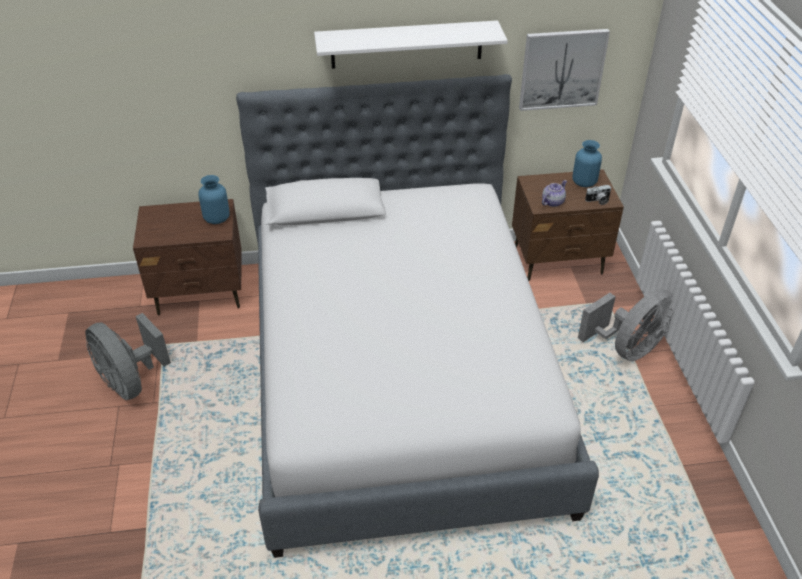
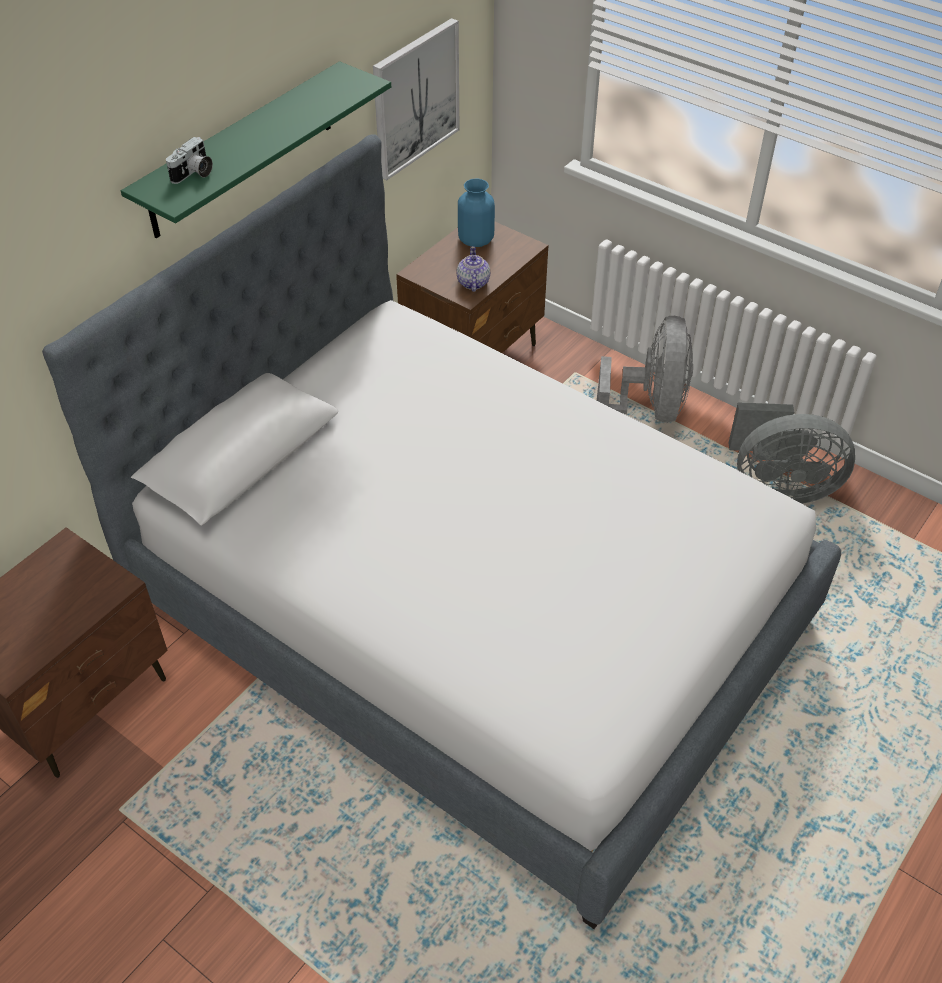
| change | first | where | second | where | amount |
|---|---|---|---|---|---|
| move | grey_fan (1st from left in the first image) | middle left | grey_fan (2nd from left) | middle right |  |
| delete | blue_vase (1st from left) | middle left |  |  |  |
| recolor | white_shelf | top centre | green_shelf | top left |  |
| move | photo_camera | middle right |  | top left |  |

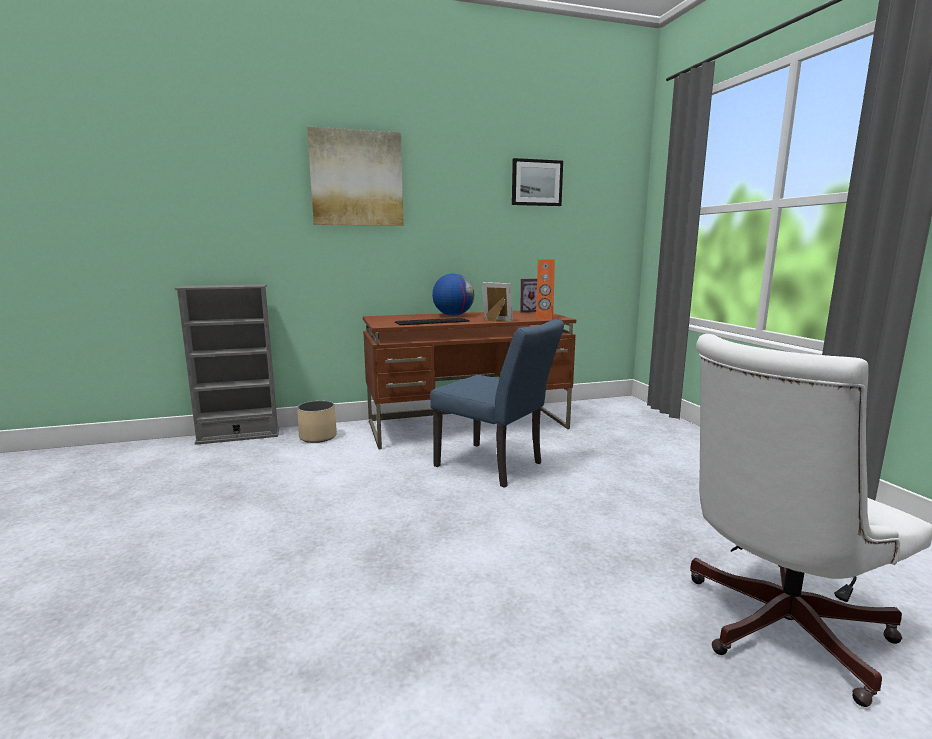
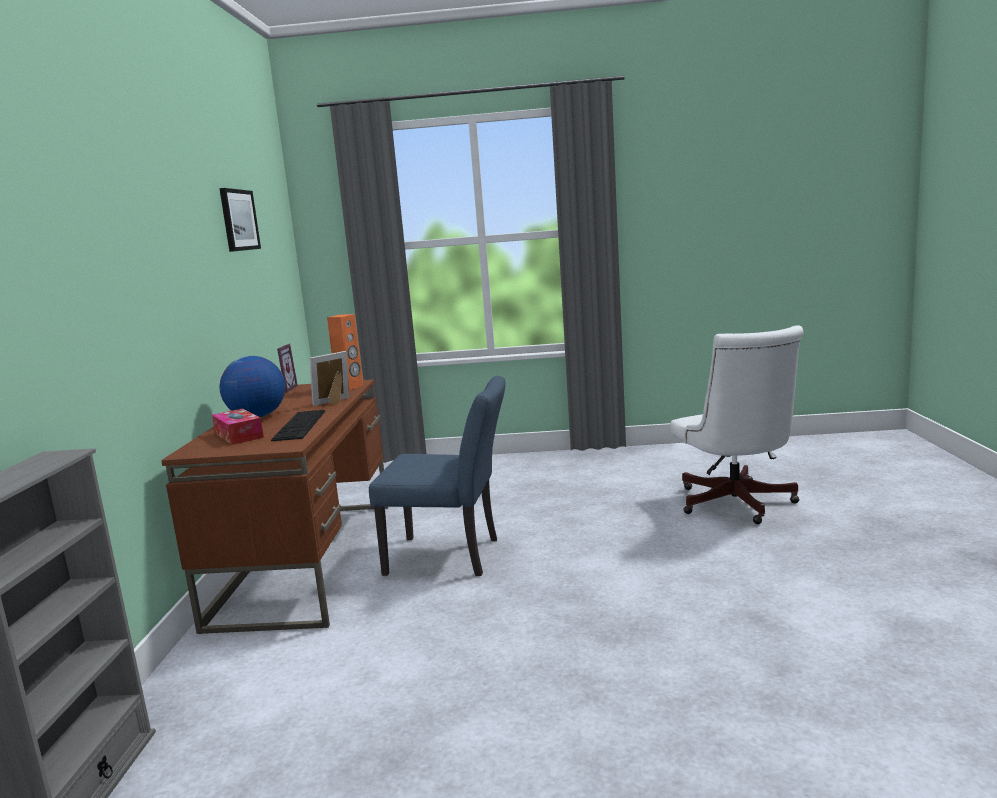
| change | first | where | second | where | amount |
|---|---|---|---|---|---|
| delete | beige_planter | centre |  |  |  |
| delete | picture (1st from left) | top centre |  |  |  |
| rotate | blue_chair | centre |  | centre | 45 degrees clockwise |
| insert |  |  | tissue_box | middle left |  |

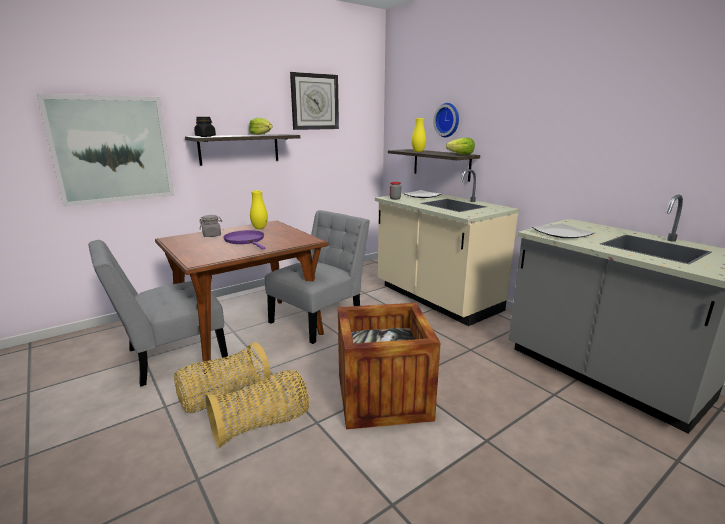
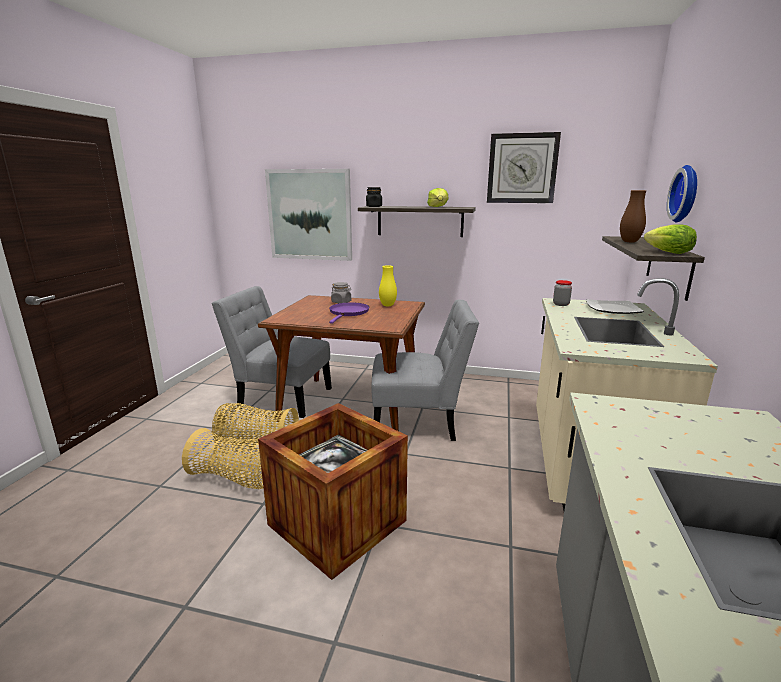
| change | first | where | second | where | amount |
|---|---|---|---|---|---|
| recolor | yellow_vase (2nd from left) | top centre | brown_vase | top right |  |
| delete | plate (2nd from left) | middle right |  |  |  |

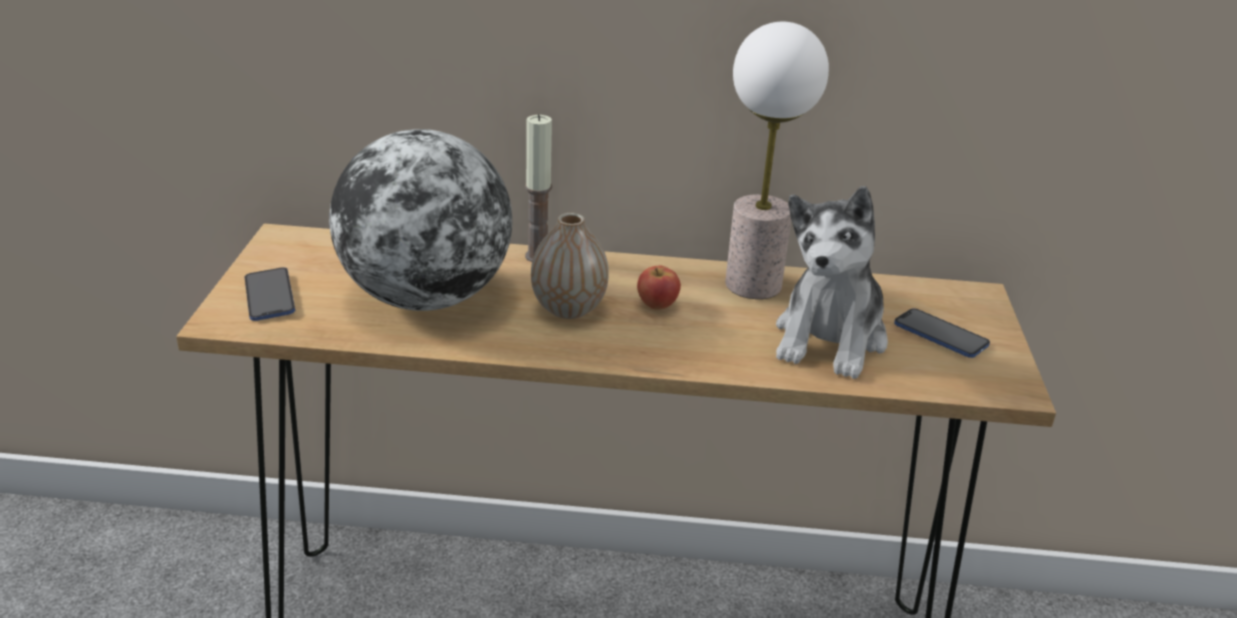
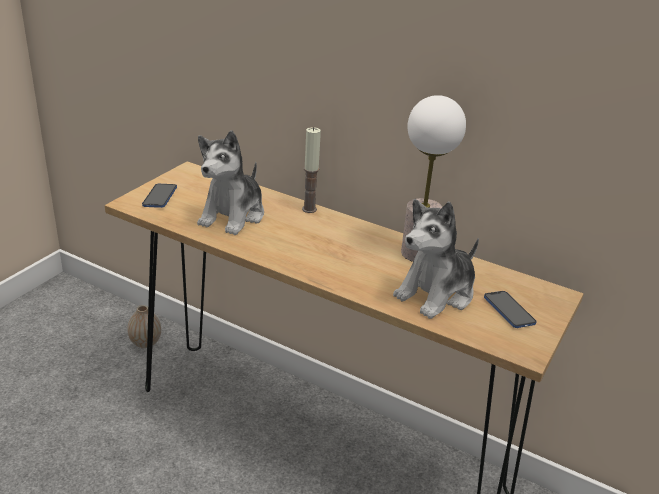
| change | first | where | second | where | amount |
|---|---|---|---|---|---|
| replace | globe | centre | plush_toy (1st from left) | centre |  |
| move | vase | centre |  | middle left |  |
| delete | apple | centre |  |  |  |

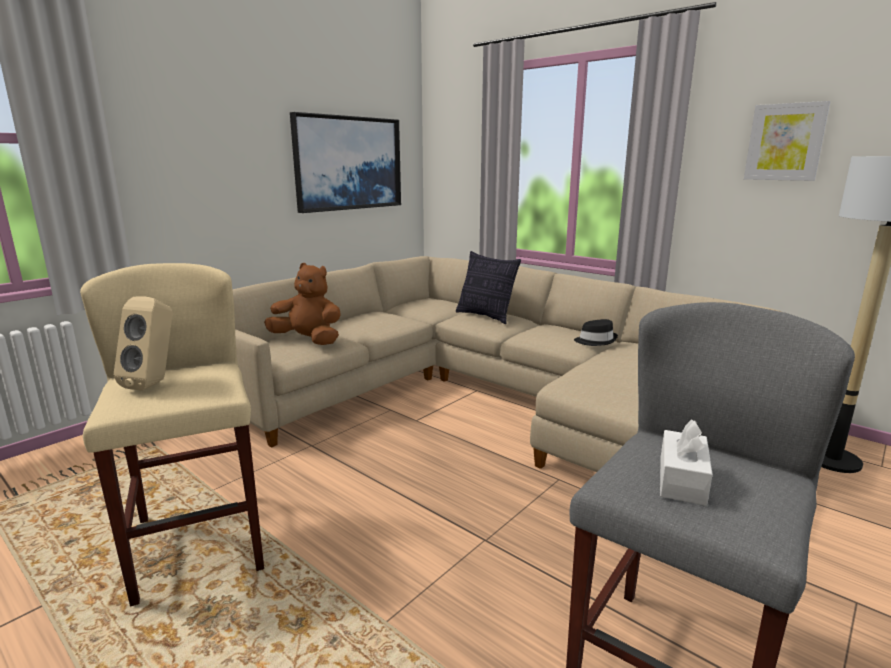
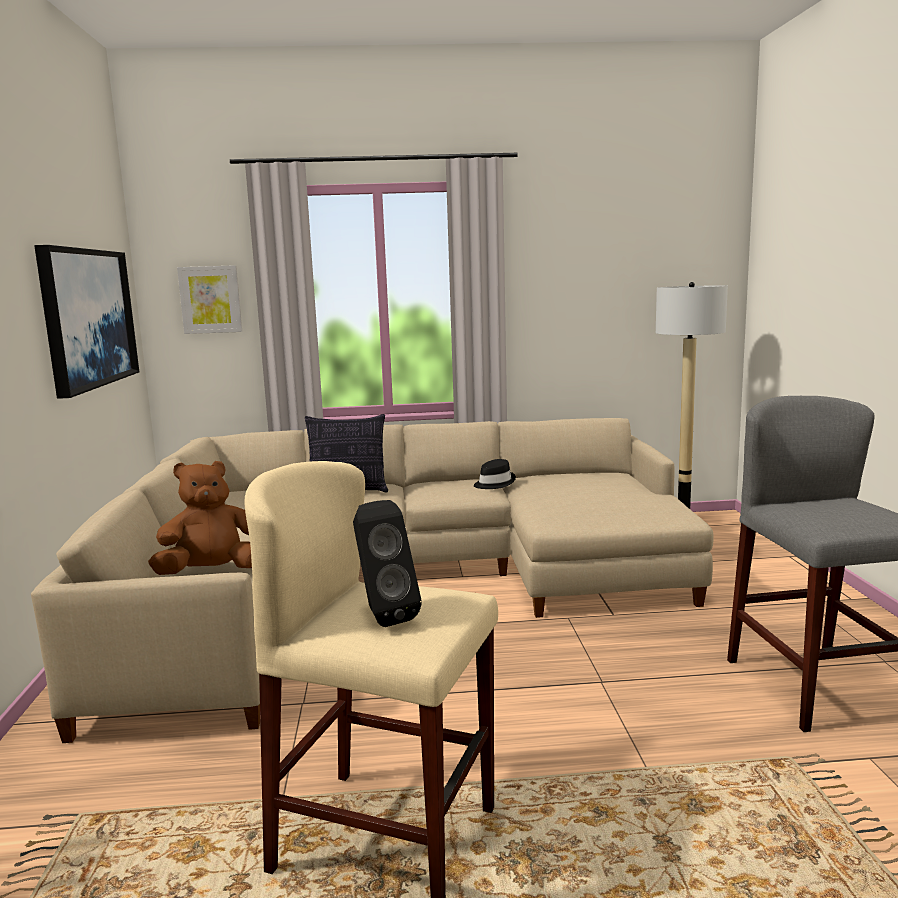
| change | first | where | second | where | amount |
|---|---|---|---|---|---|
| recolor | beige_speaker | middle left | black_speaker | centre |  |
| delete | white_tissue_box | bottom right |  |  |  |
| move | picture (2nd from left) | top right |  | top left |  |

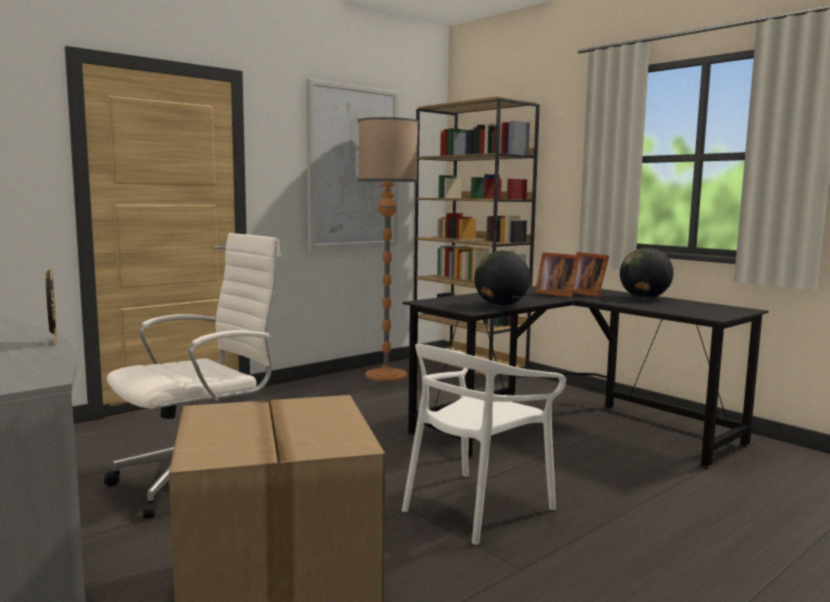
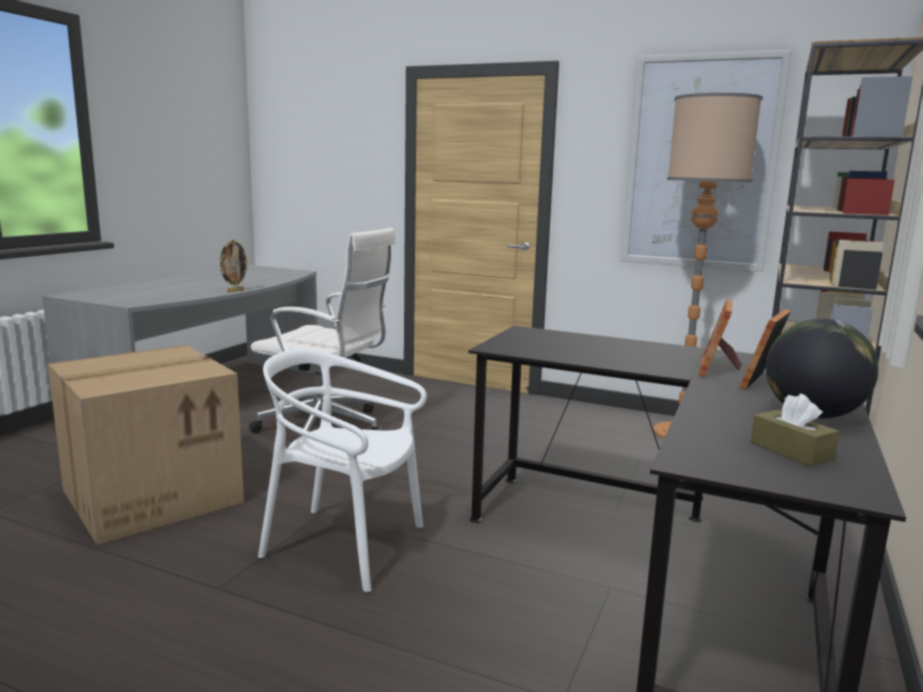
| change | first | where | second | where | amount |
|---|---|---|---|---|---|
| delete | globe (1st from left) | centre |  |  |  |
| insert |  |  | brown_tissue_box | middle right |  |

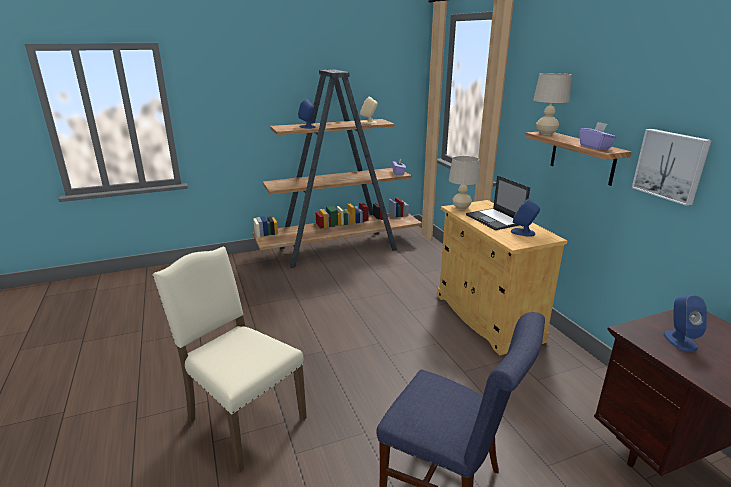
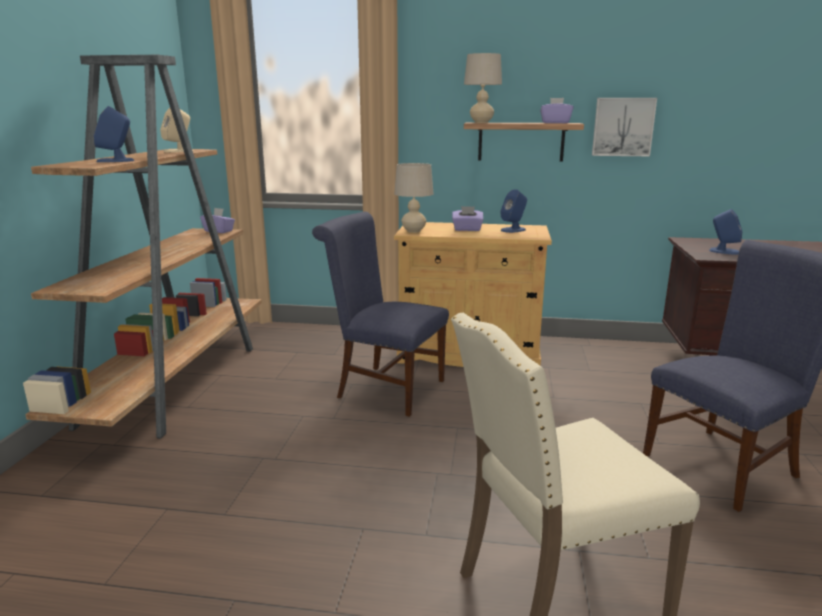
| change | first | where | second | where | amount |
|---|---|---|---|---|---|
| replace | laptop | middle right | purple_tissue_box (2nd from left) | centre |  |
| insert |  |  | blue_chair (1st from left) | centre |  |

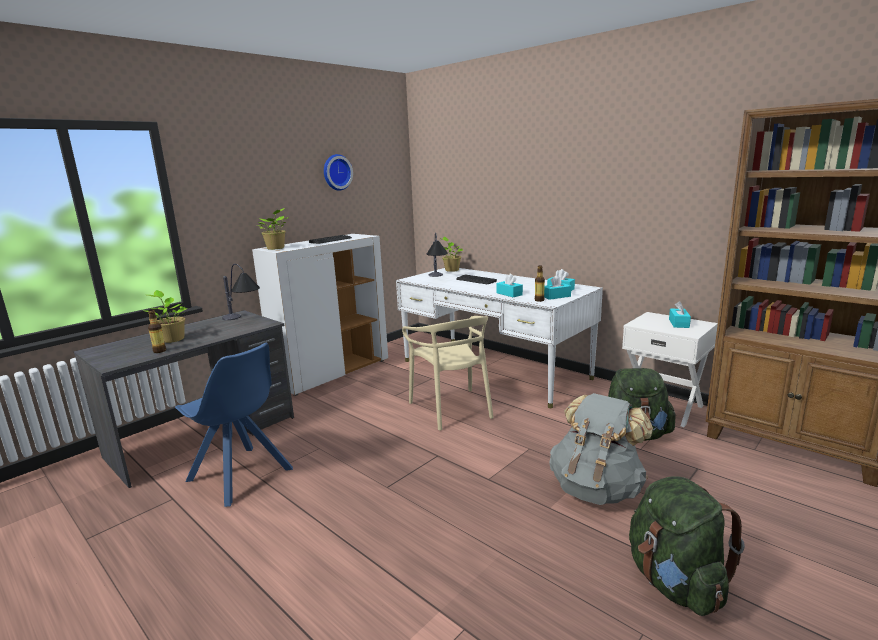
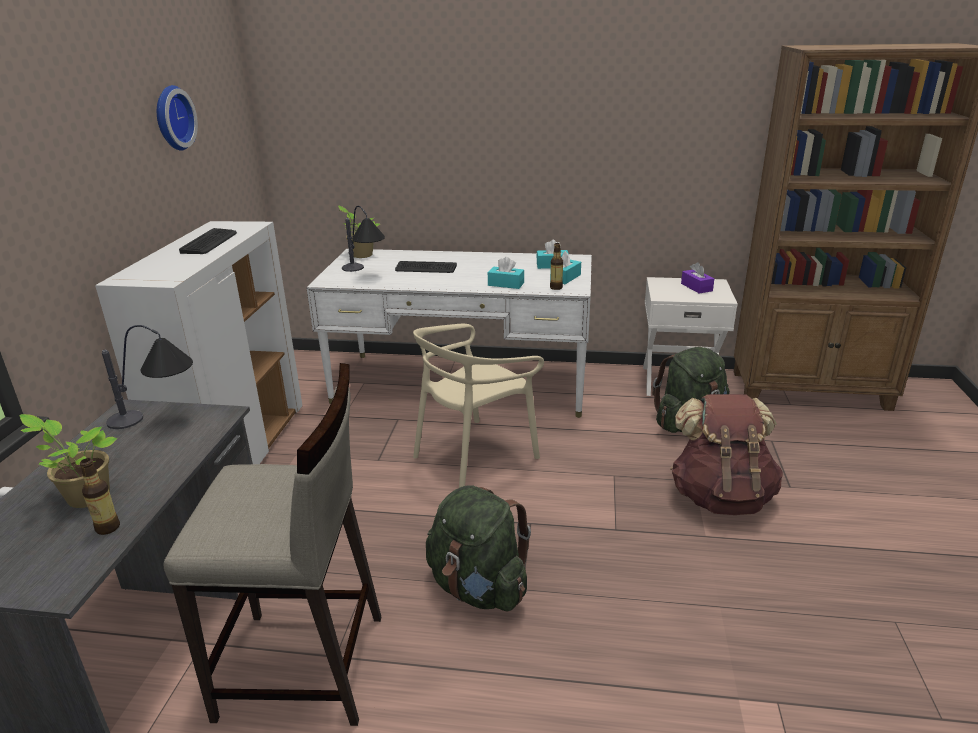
| change | first | where | second | where | amount |
|---|---|---|---|---|---|
| replace | blue_chair | middle left | beige_stool | bottom left |  |
| delete | potted_plant (2nd from left) | middle left |  |  |  |
| rotate | beige_chair | centre |  | centre | 105 degrees clockwise |
| recolor | grey_backpack | bottom right | brown_backpack | middle right |  |
| move | green_backpack (2nd from left in the first image) | bottom right | green_backpack (1st from left) | bottom centre |  |
| recolor | turquoise_tissue_box (4th from left) | middle right | purple_tissue_box | middle right |  |

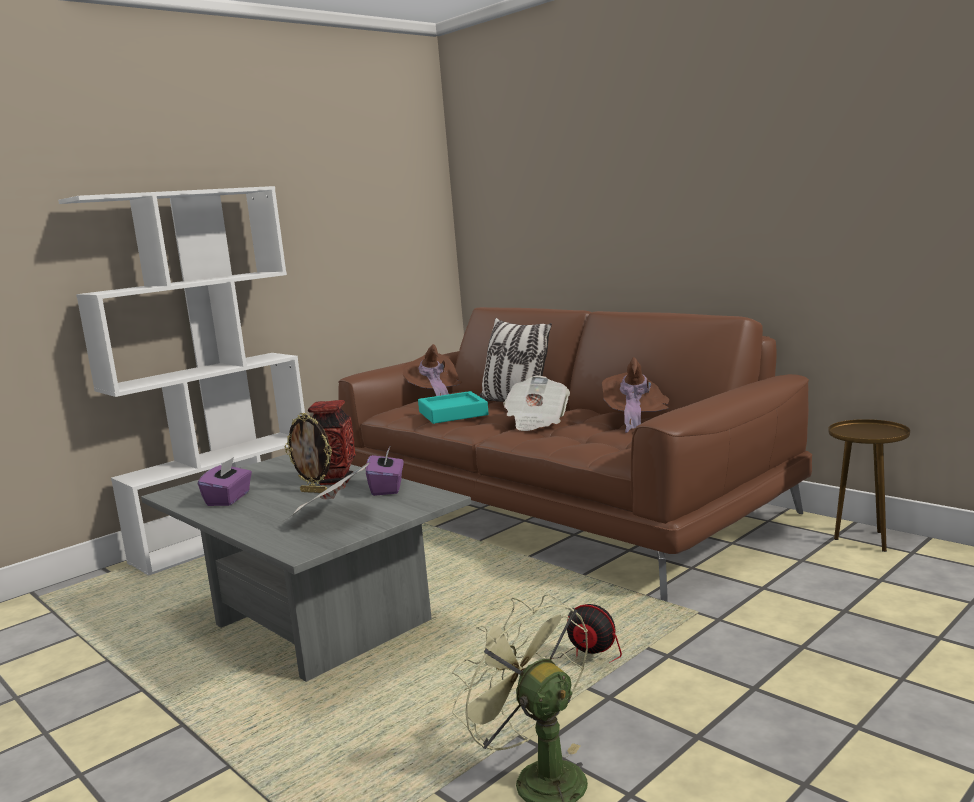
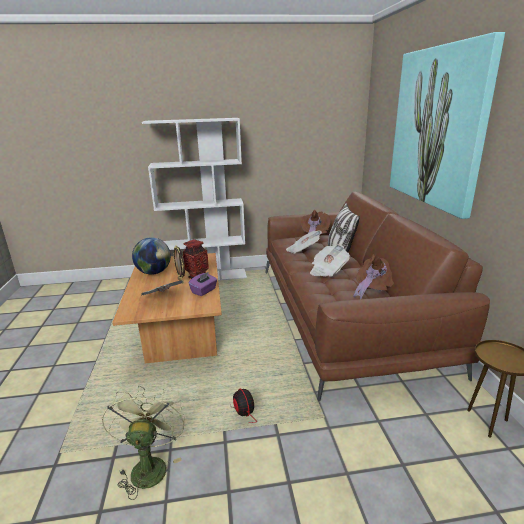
| change | first | where | second | where | amount |
|---|---|---|---|---|---|
| recolor | grey_coffee_table | bottom left | brown_coffee_table | middle left |  |
| replace | purple_tissue_box (1st from left) | middle left | globe | middle left |  |
| replace | turquoise_tray | centre | newspaper (2nd from left) | centre |  |
| insert |  |  | picture | top right |  |

